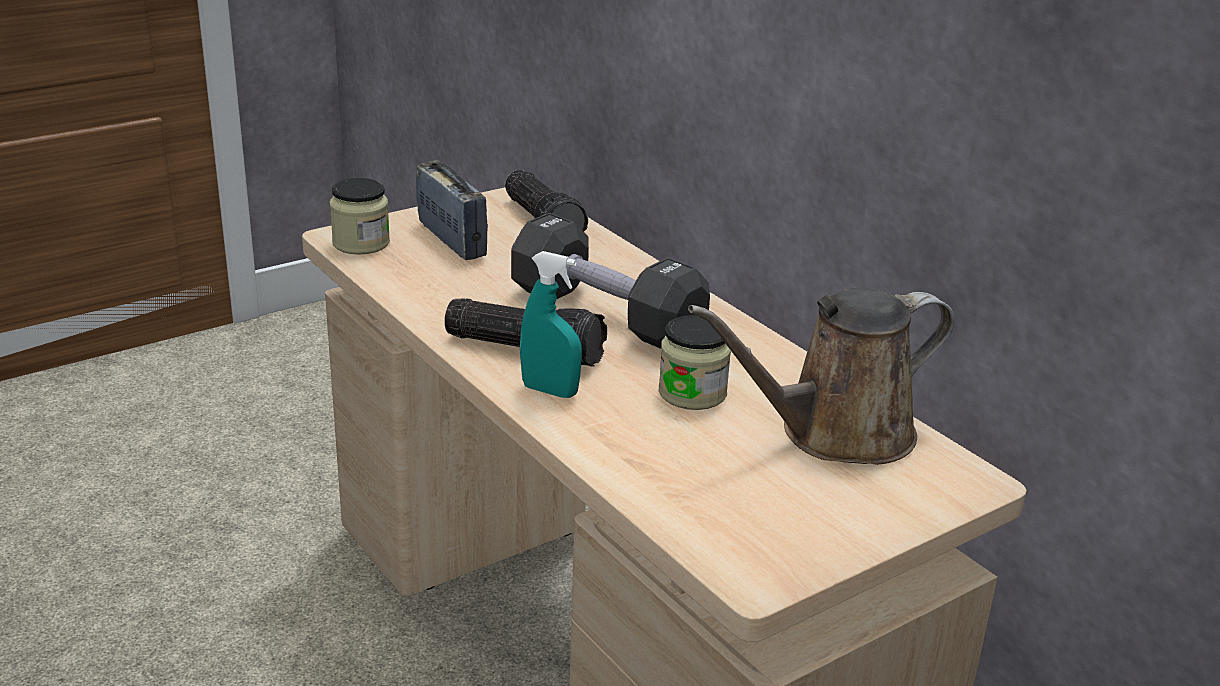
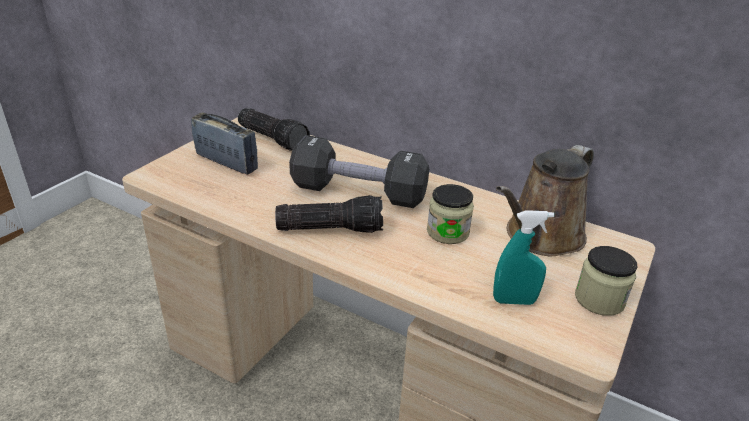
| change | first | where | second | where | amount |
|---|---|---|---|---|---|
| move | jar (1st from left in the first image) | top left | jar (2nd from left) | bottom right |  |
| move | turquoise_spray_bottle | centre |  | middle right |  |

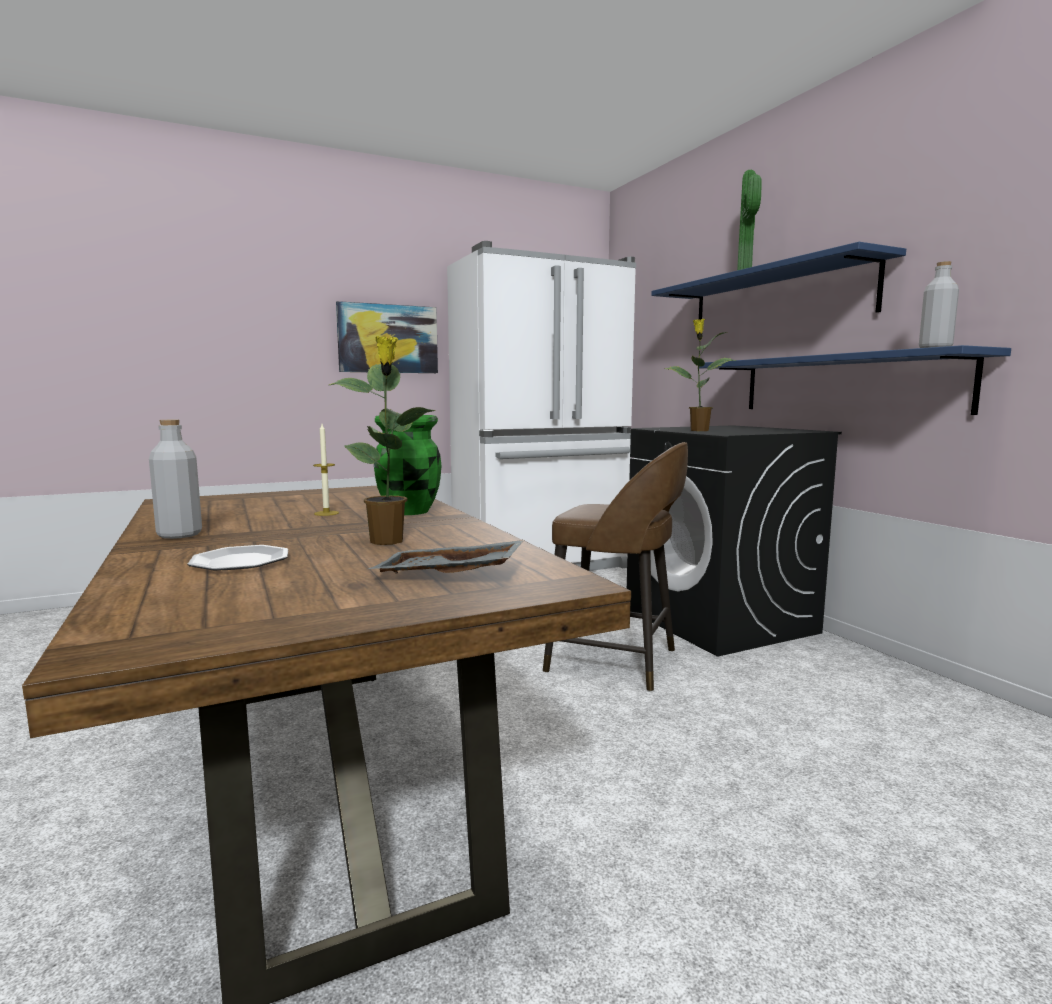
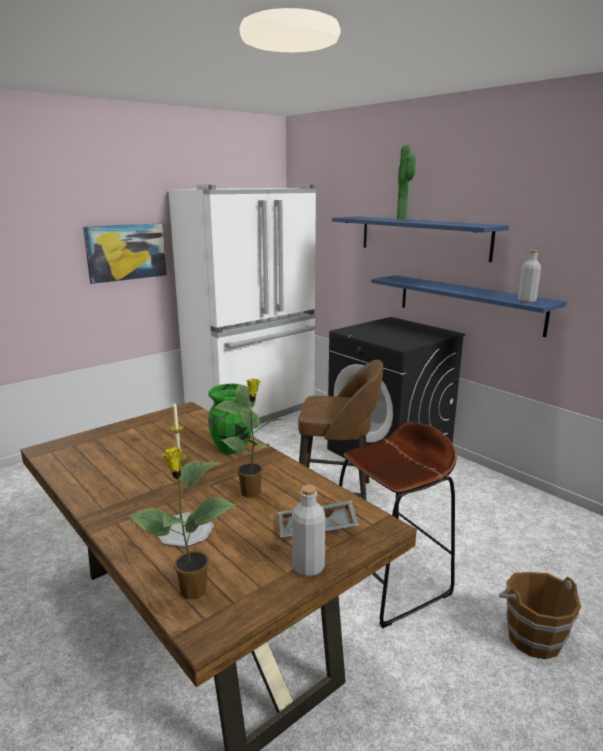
| change | first | where | second | where | amount |
|---|---|---|---|---|---|
| move | grey_bottle (1st from left) | middle left |  | bottom centre |  |
| move | potted_plant (2nd from left in the first image) | centre | potted_plant (1st from left) | bottom left |  |
| insert |  |  | brown_stool (2nd from left) | bottom centre |  |
| insert |  |  | brown_bucket | bottom right |  |

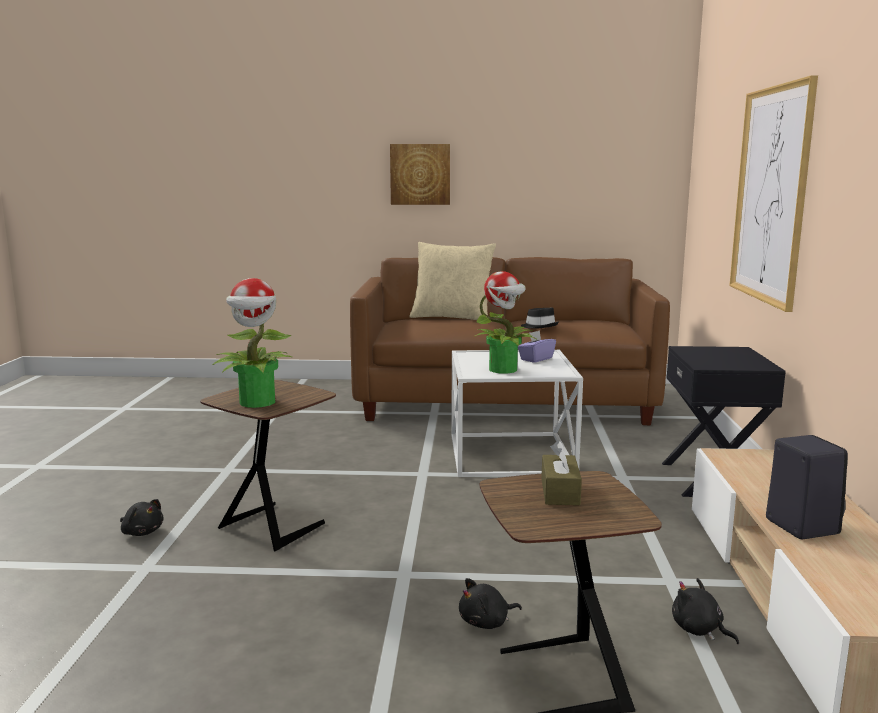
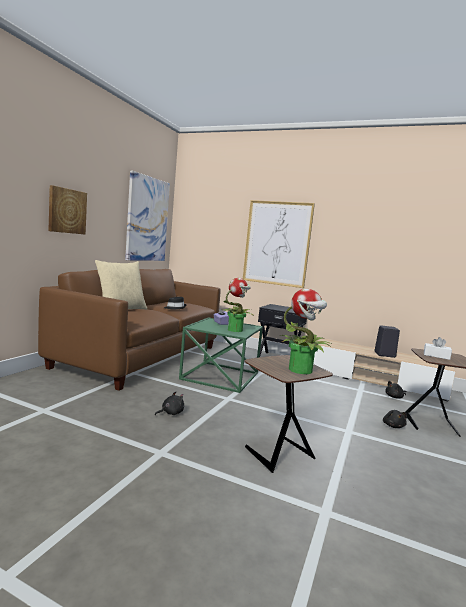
| change | first | where | second | where | amount |
|---|---|---|---|---|---|
| move | black_plush_toy (1st from left) | bottom left |  | centre |  |
| recolor | white_side_table | centre | green_side_table | centre |  |
| recolor | brown_tissue_box | centre | white_tissue_box | middle right |  |
| insert |  |  | picture (2nd from left) | middle left |  |

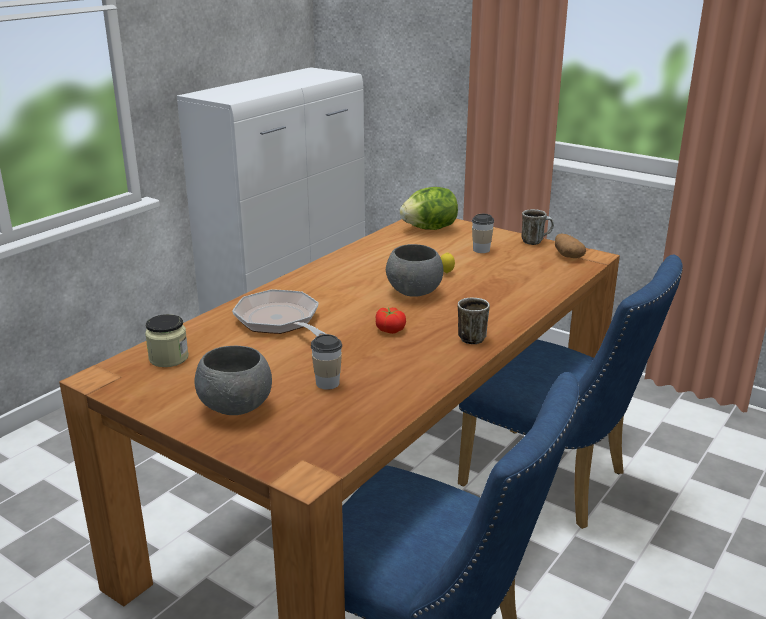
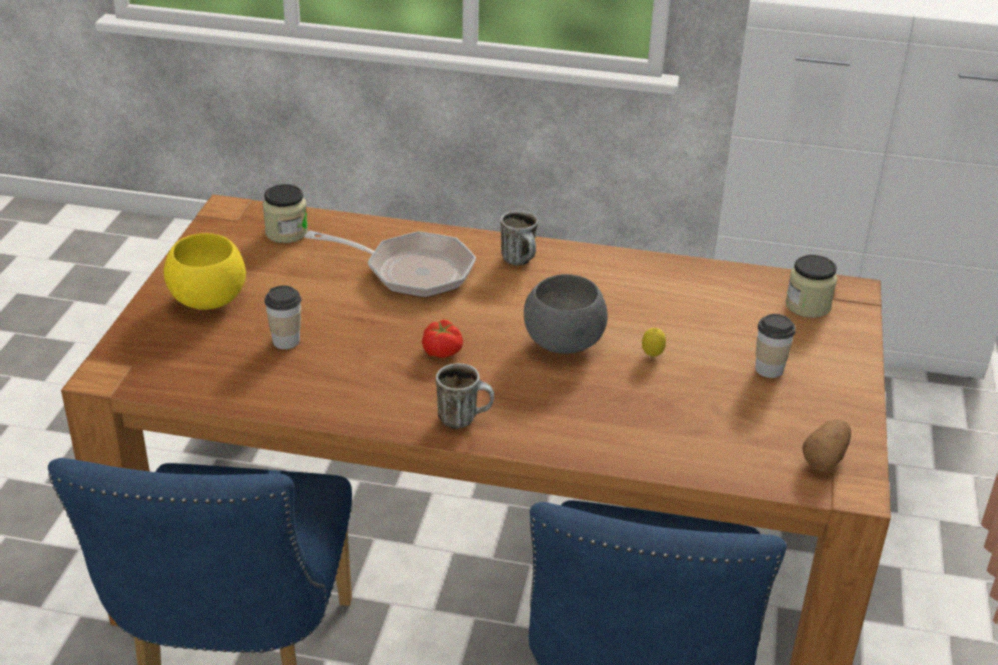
| change | first | where | second | where | amount |
|---|---|---|---|---|---|
| recolor | grey_bowl (1st from left) | middle left | yellow_bowl | middle left |  |
| rotate | frying_pan | centre |  | centre | 75 degrees clockwise |
| replace | lettuce | centre | jar (2nd from left) | middle right |  |
| move | mug (2nd from left) | middle right |  | centre |  |

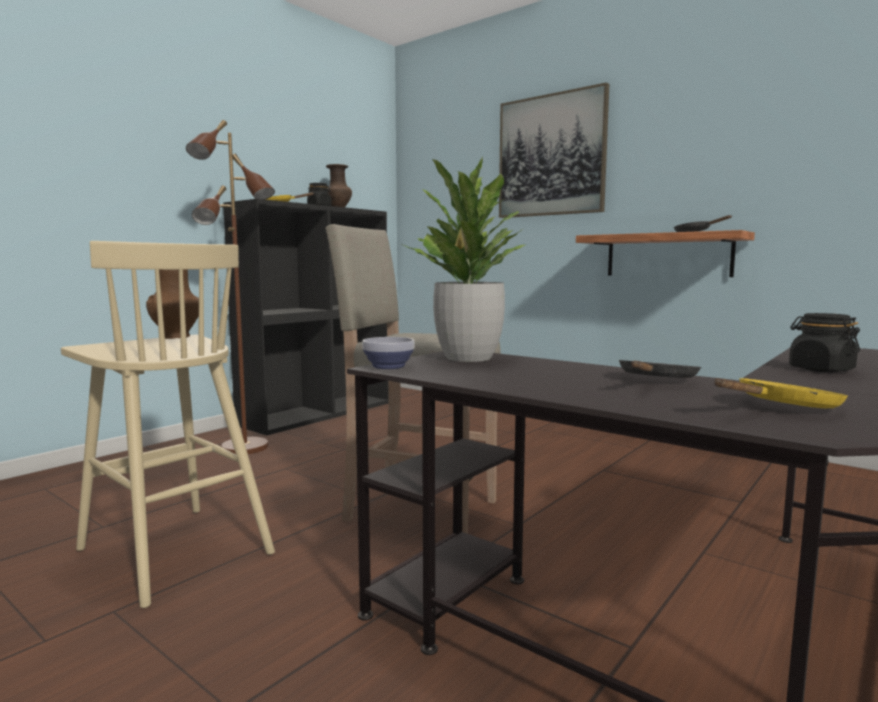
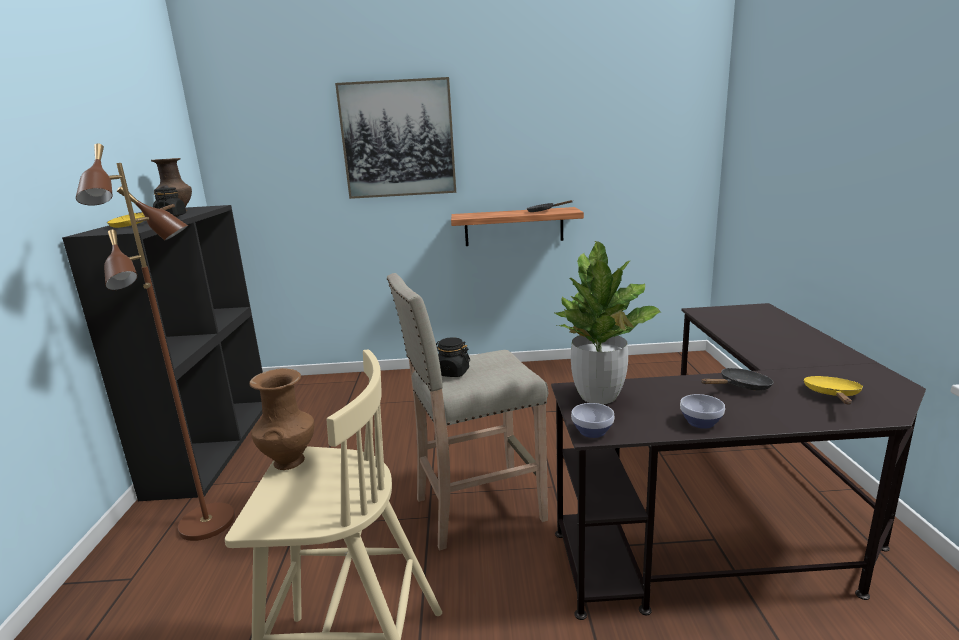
| change | first | where | second | where | amount |
|---|---|---|---|---|---|
| rotate | black_frying_pan (1st from left in the first image) | middle right | black_frying_pan (2nd from left) | middle right | 75 degrees clockwise |
| move | black_jar (2nd from left) | middle right |  | centre |  |
| insert |  |  | bowl (2nd from left) | middle right |  |

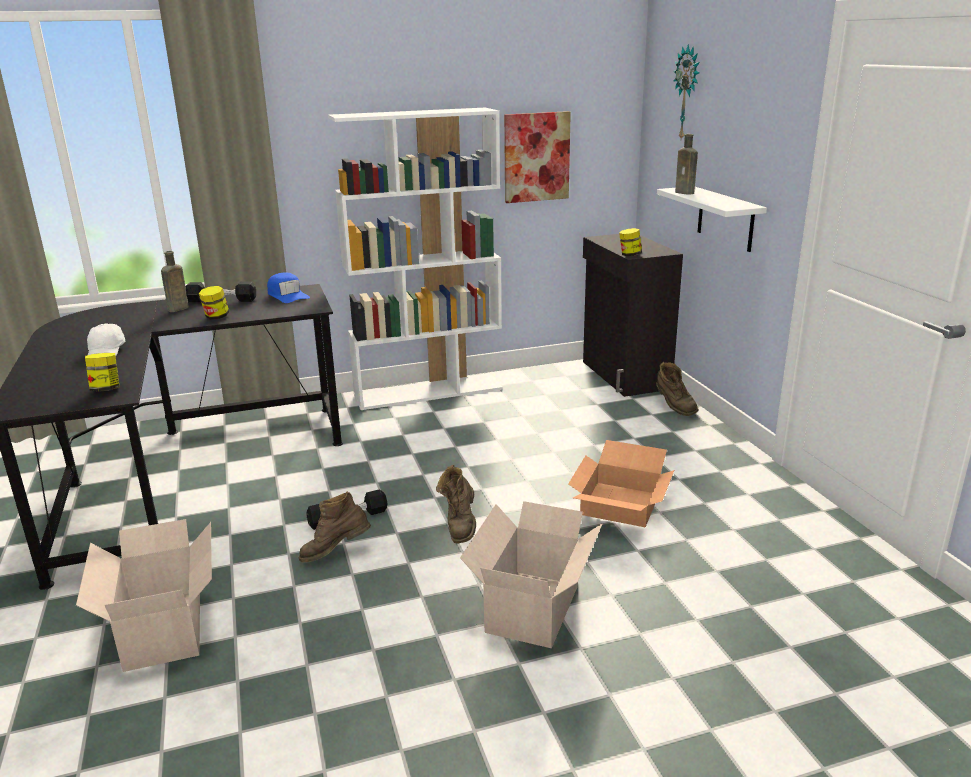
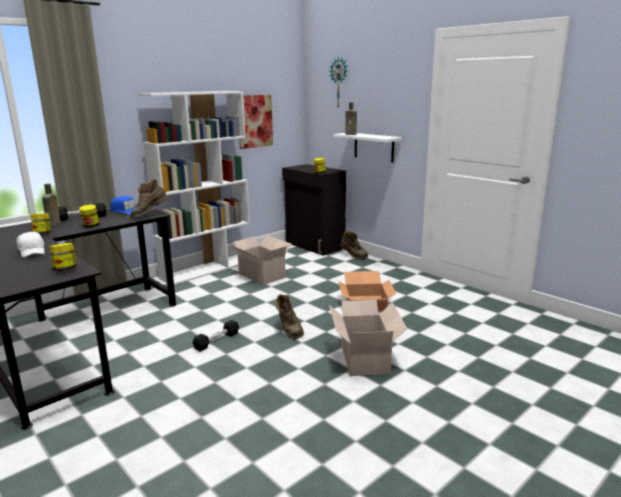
| change | first | where | second | where | amount |
|---|---|---|---|---|---|
| move | cardboard_box (1st from left) | bottom left |  | centre |  |
| move | brown_boot (1st from left) | bottom centre |  | middle left |  |
| insert |  |  | jar (1st from left) | middle left |  |

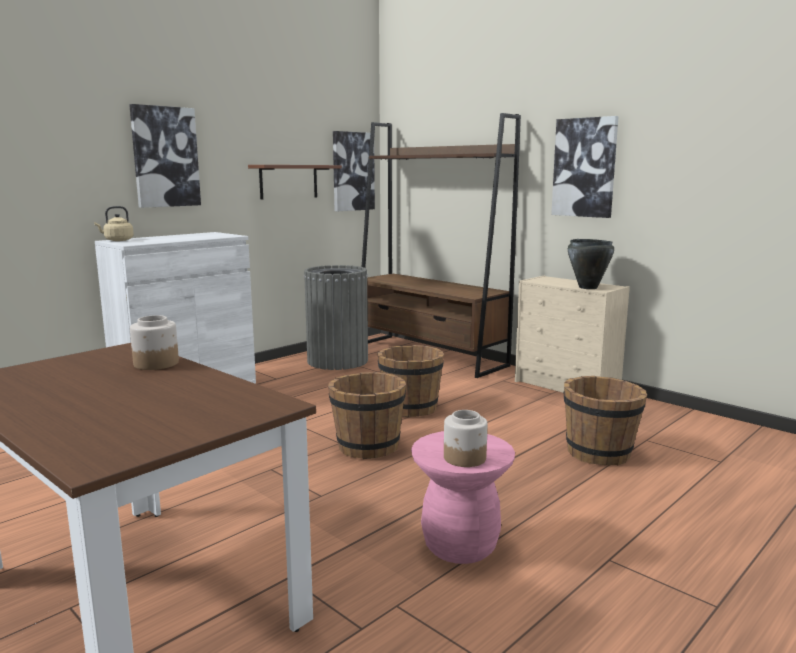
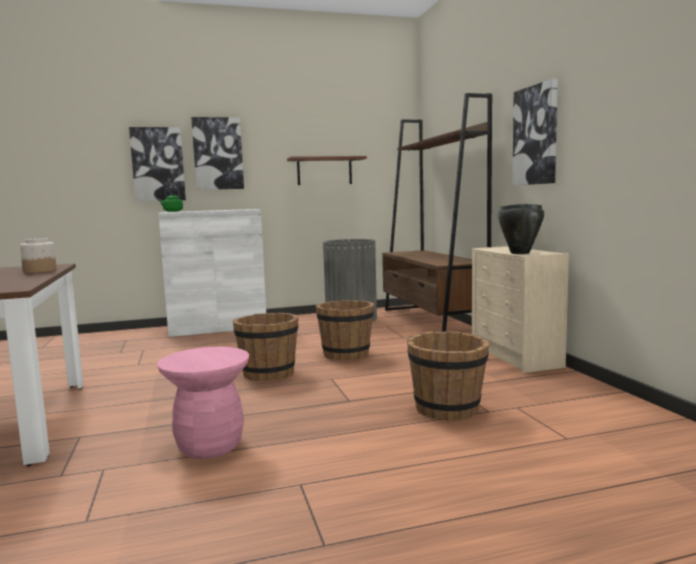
| change | first | where | second | where | amount |
|---|---|---|---|---|---|
| recolor | beige_kettle | middle left | green_kettle | middle left |  |
| move | picture (2nd from left in the first image) | top centre | picture (1st from left) | top left |  |
| delete | jar (2nd from left) | bottom centre |  |  |  |

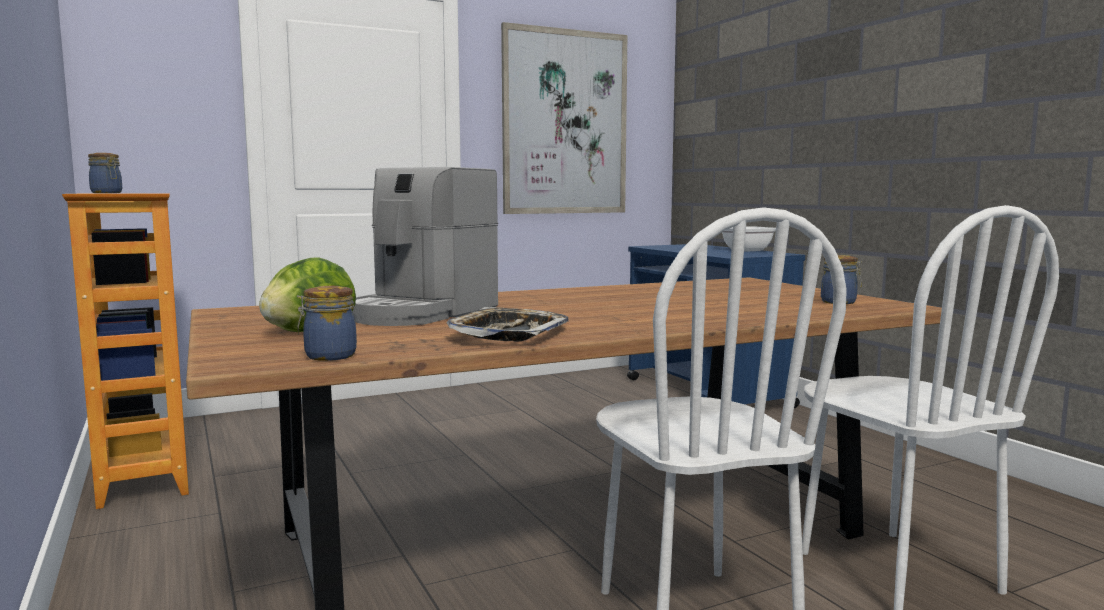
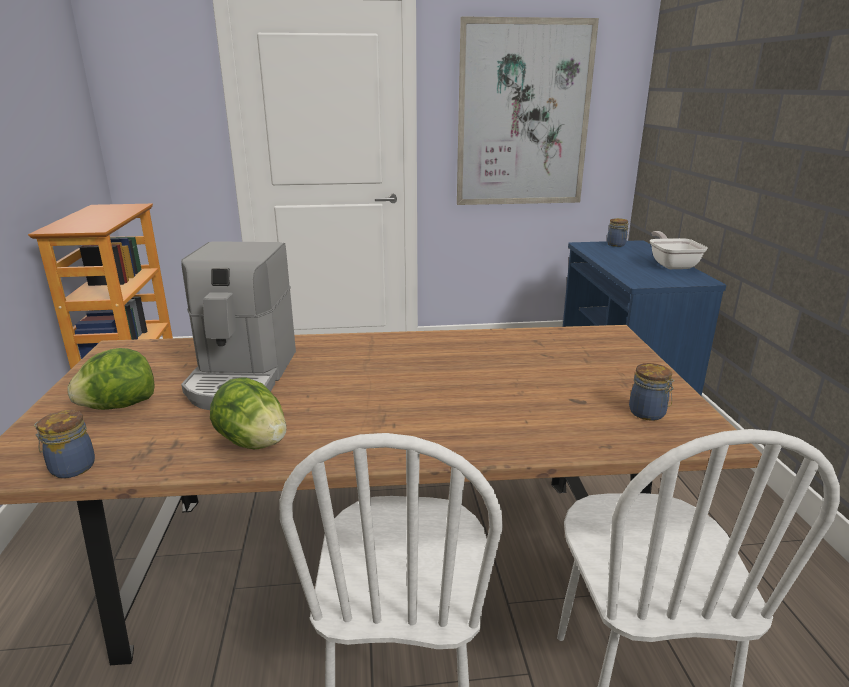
| change | first | where | second | where | amount |
|---|---|---|---|---|---|
| move | jar (1st from left in the first image) | top left | jar (2nd from left) | middle right |  |
| rotate | coffee_machine | centre |  | middle left | 45 degrees counterclockwise |
| replace | tray | centre | lettuce (2nd from left) | middle left |  |

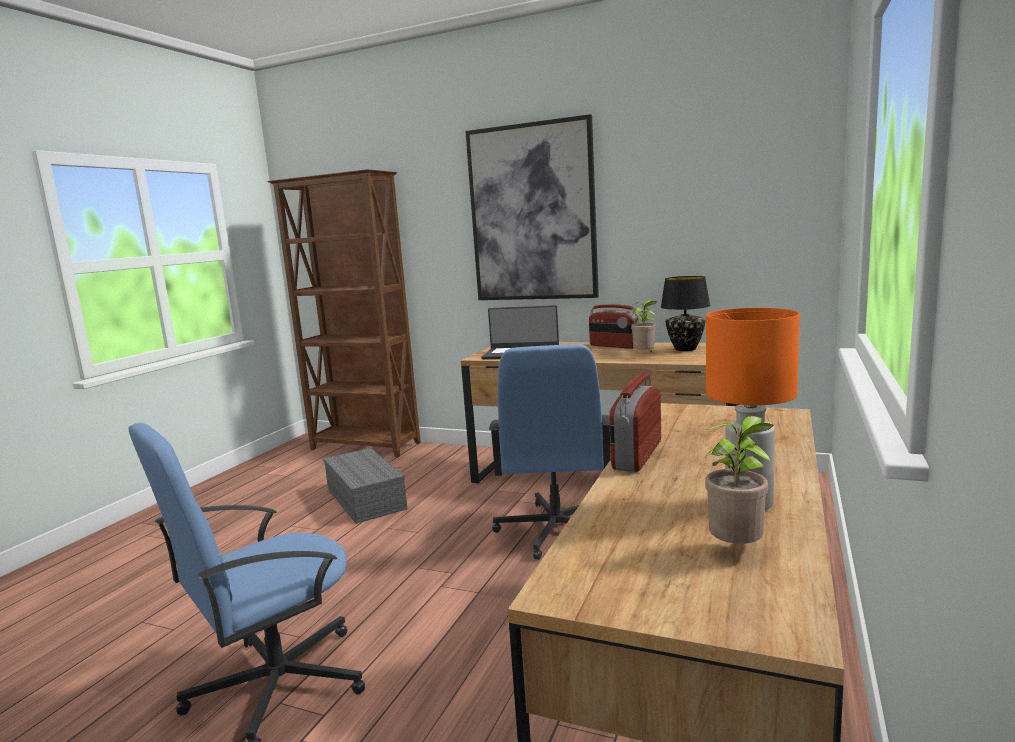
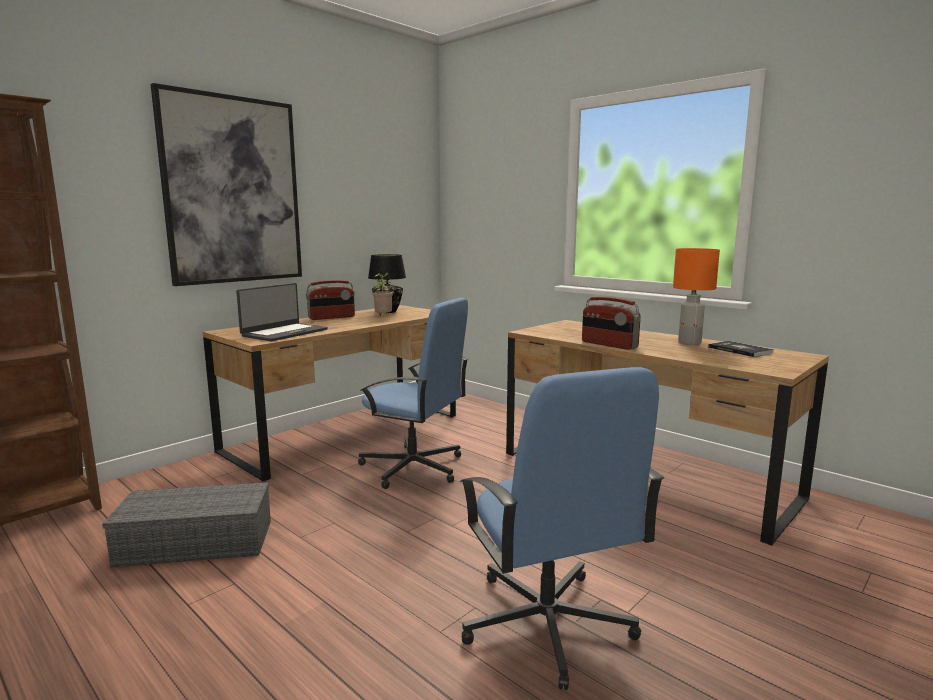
| change | first | where | second | where | amount |
|---|---|---|---|---|---|
| replace | potted_plant (2nd from left) | middle right | book | middle right |  |

